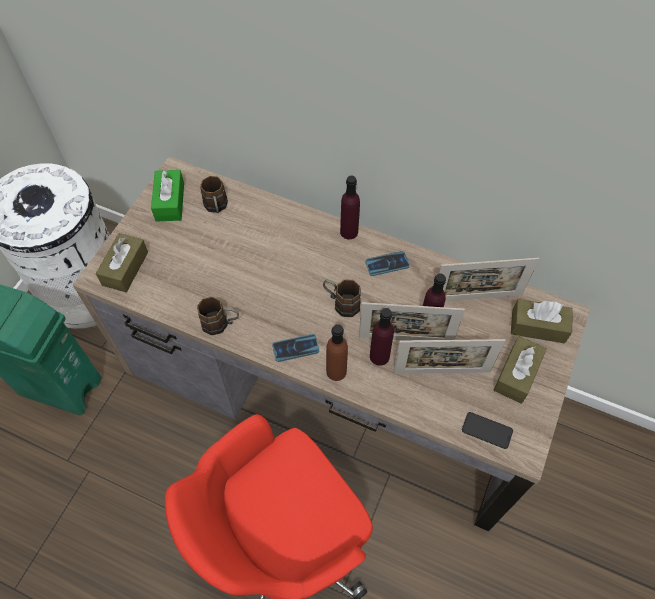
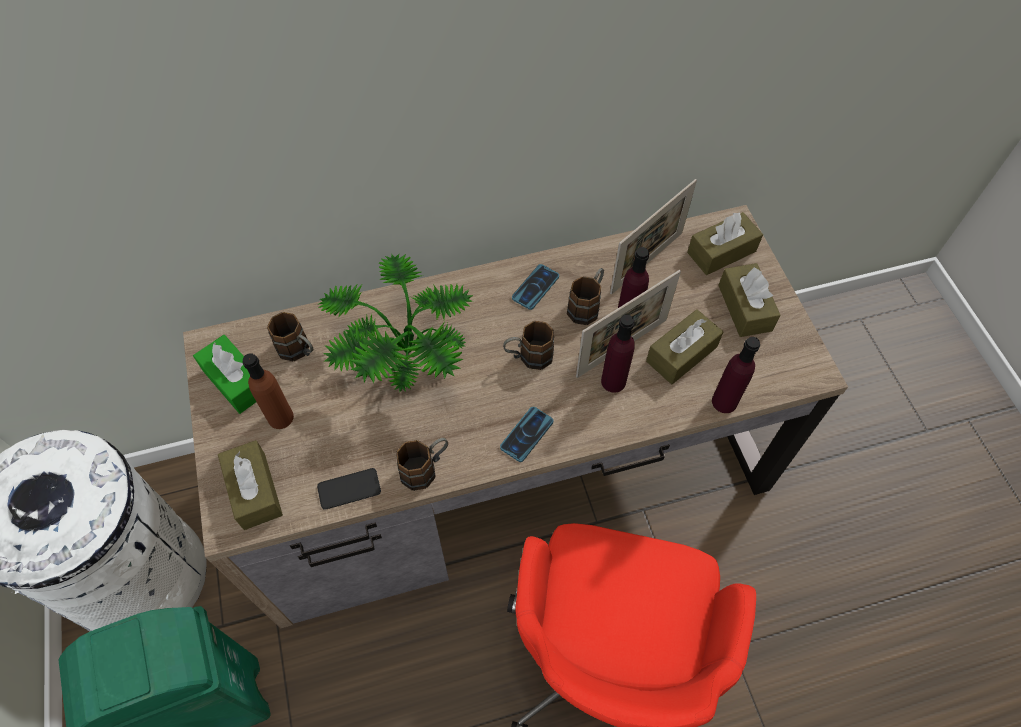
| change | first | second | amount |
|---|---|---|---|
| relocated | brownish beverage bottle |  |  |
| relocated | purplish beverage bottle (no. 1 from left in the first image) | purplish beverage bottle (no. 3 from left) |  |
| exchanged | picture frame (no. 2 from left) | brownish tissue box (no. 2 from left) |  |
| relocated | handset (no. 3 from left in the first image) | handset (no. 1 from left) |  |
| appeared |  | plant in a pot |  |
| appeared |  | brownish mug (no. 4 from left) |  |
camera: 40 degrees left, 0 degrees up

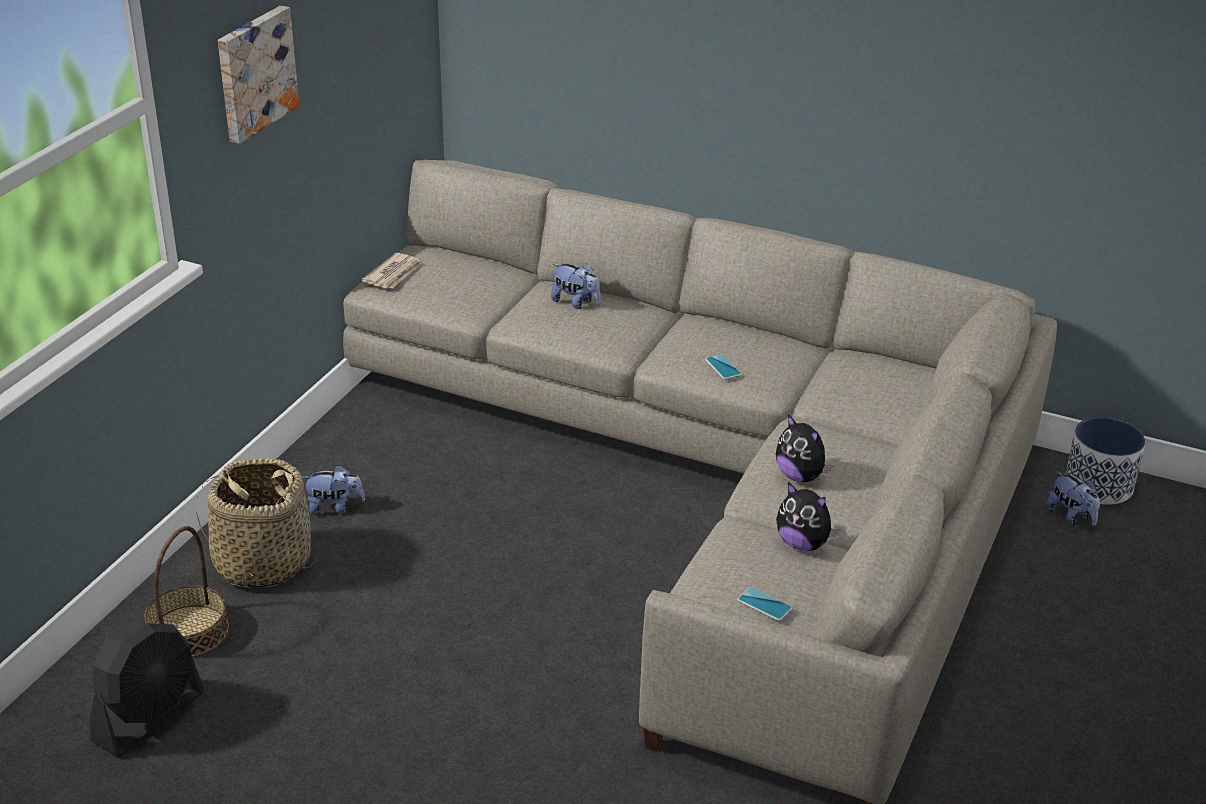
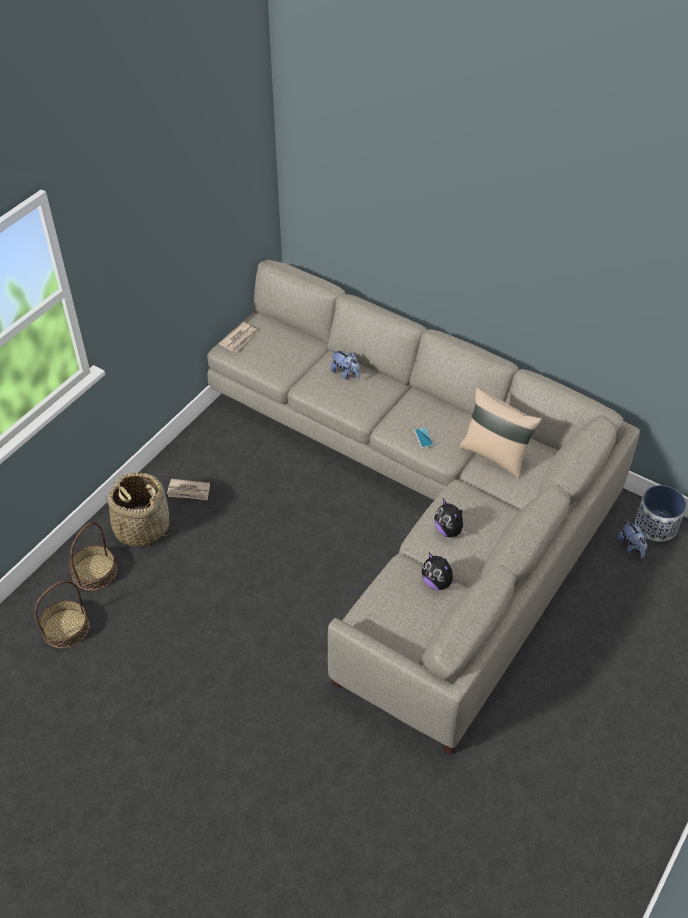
| change | first | second | amount |
|---|---|---|---|
| exchanged | black fan | basket (no. 1 from left) |  |
| missing | wall art |  |  |
| exchanged | cuddly toy (no. 1 from left) | newspaper (no. 1 from left) |  |
| missing | handset (no. 2 from left) |  |  |
| appeared |  | beige pillow |  |
camera: 10 degrees right, 15 degrees up

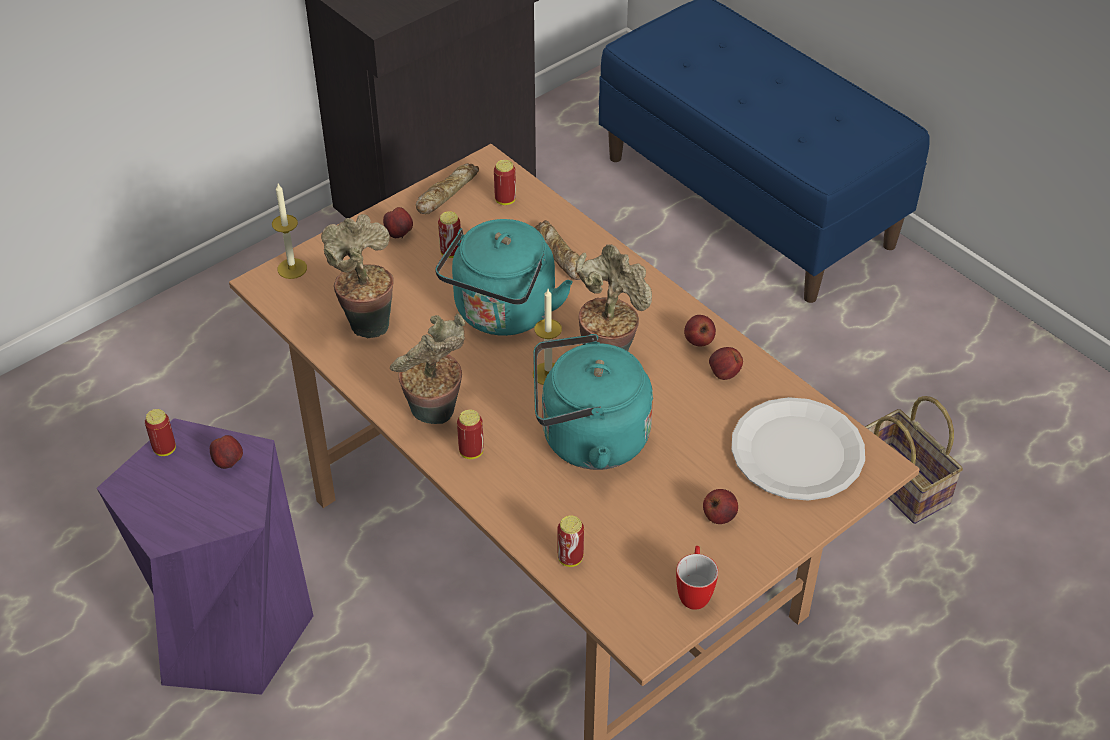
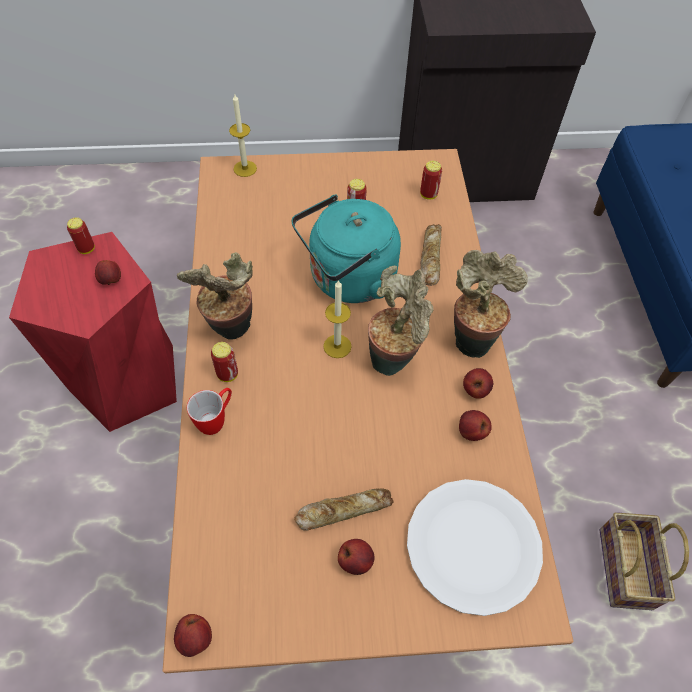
| change | first | second | amount |
|---|---|---|---|
| colour | purplish sitting stool | red sitting stool |  |
| relocated | plant in a pot (no. 1 from left in the first image) | plant in a pot (no. 3 from left) |  |
| relocated | whole apple (no. 2 from left) |  |  |
| relocated | bread (no. 1 from left) |  |  |
| missing | turquoise kettle (no. 2 from left) |  |  |
| missing | sealed can (no. 5 from left) |  |  |
| relocated | mug |  |  |
camera: 35 degrees right, 10 degrees up

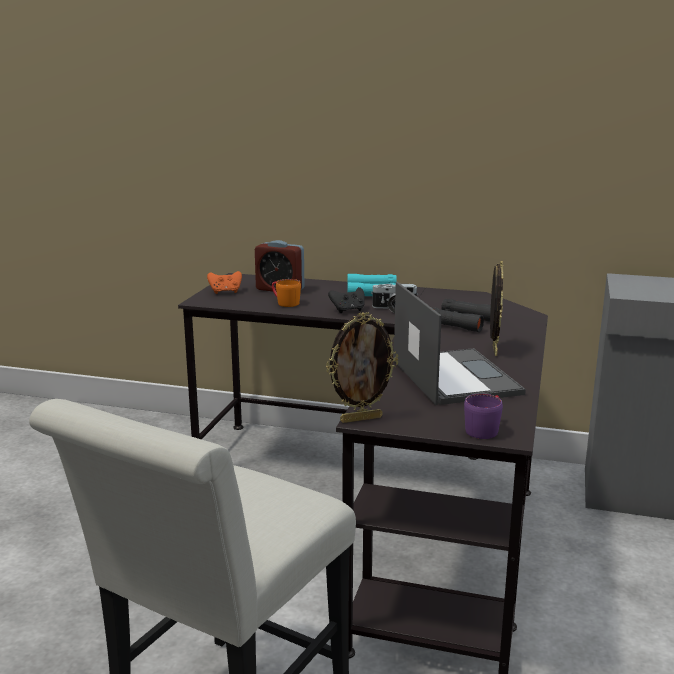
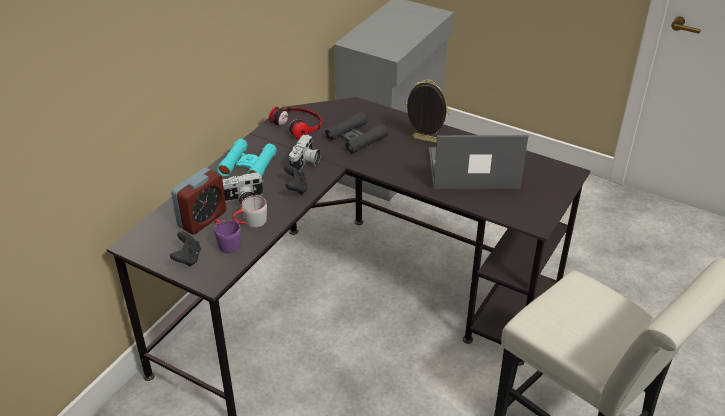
| change | first | second | amount |
|---|---|---|---|
| colour | orange-coloured joypad | black joypad (no. 1 from left) |  |
| colour | orange-coloured mug | grey mug |  |
| missing | picture frame (no. 1 from left) |  |  |
| relocated | purplish mug |  |  |
| appeared |  | photo camera (no. 1 from left) |  |
| appeared |  | headphones |  |
camera: 75 degrees left, 20 degrees up

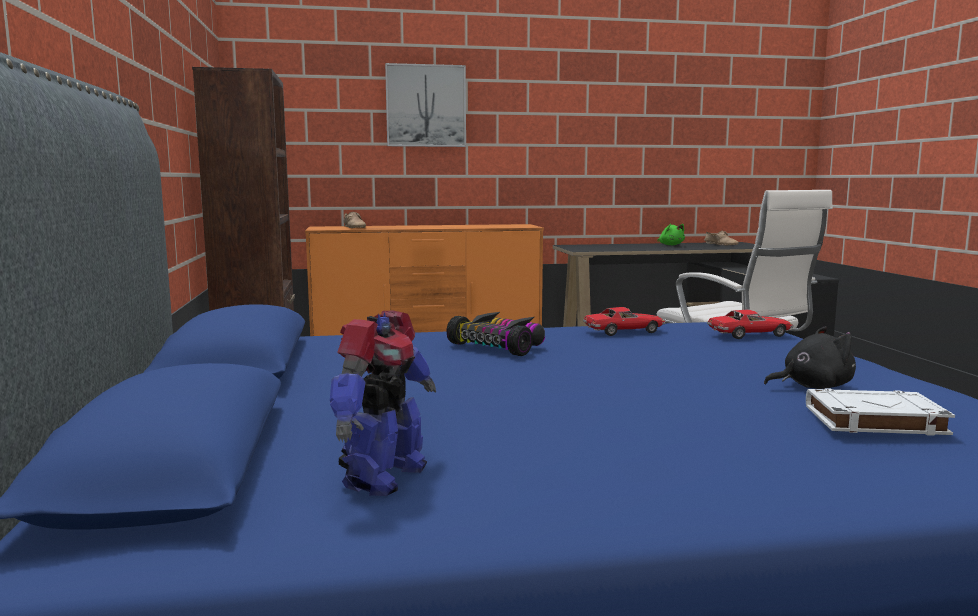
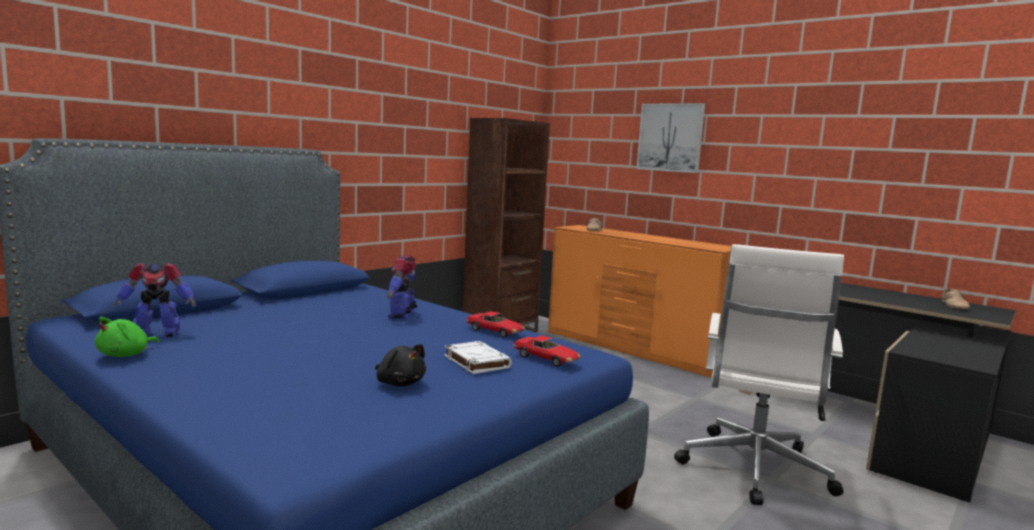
| change | first | second | amount |
|---|---|---|---|
| exchanged | miniature car (no. 1 from left) | robot figure (no. 2 from left) |  |
| relocated | greenish cuddly toy |  |  |
| relocated | white book |  |  |
camera: 50 degrees right, 0 degrees up

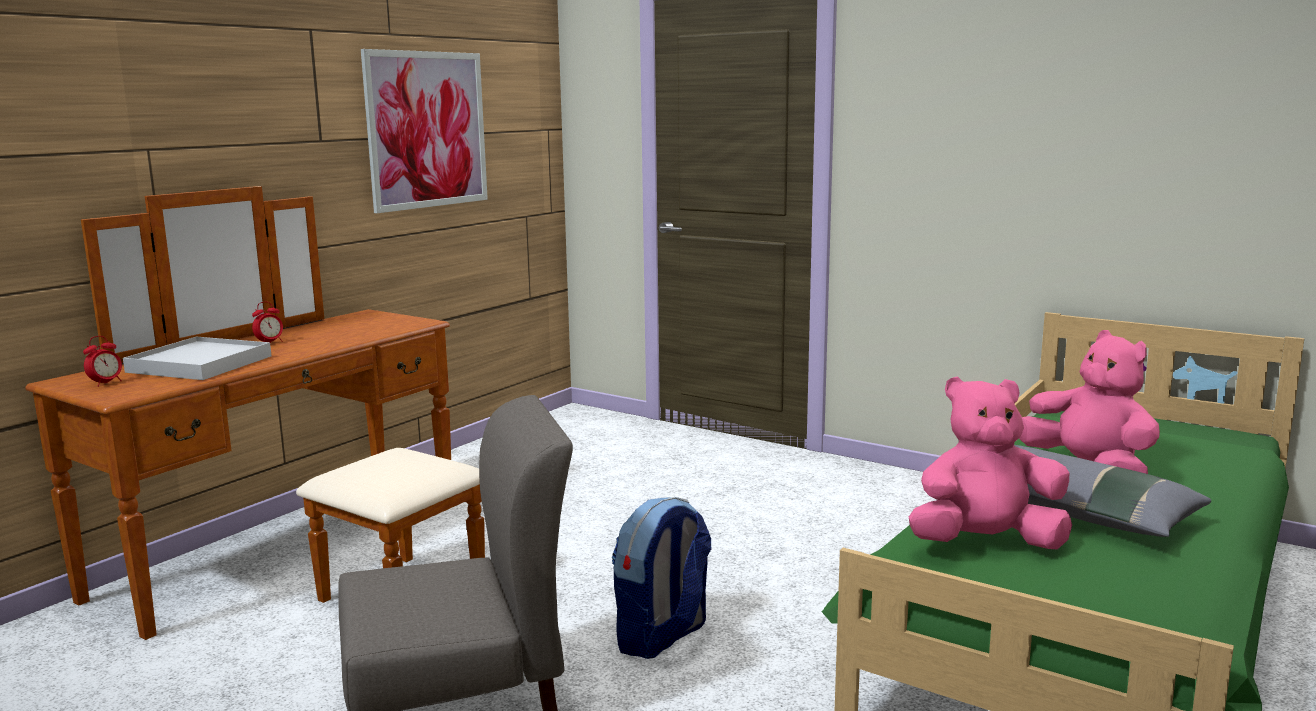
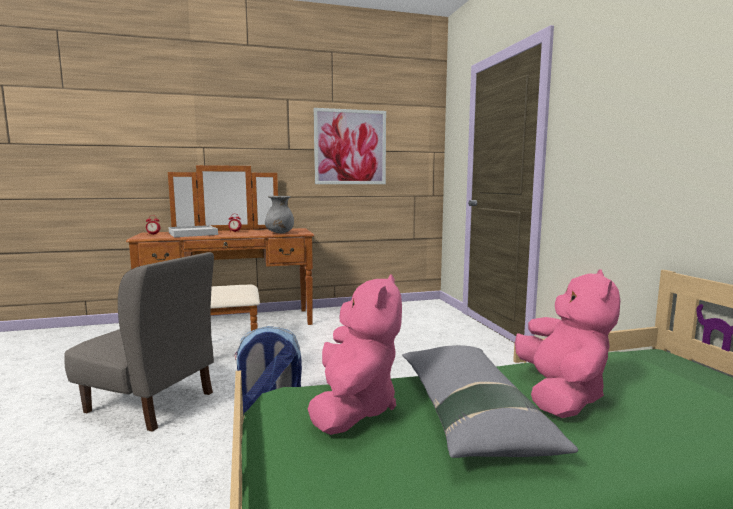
| change | first | second | amount |
|---|---|---|---|
| spun | pink-coloured cuddly toy (no. 1 from left) |  | 60 degrees clockwise |
| appeared |  | grey flower vase |  |
camera: 40 degrees right, 5 degrees down

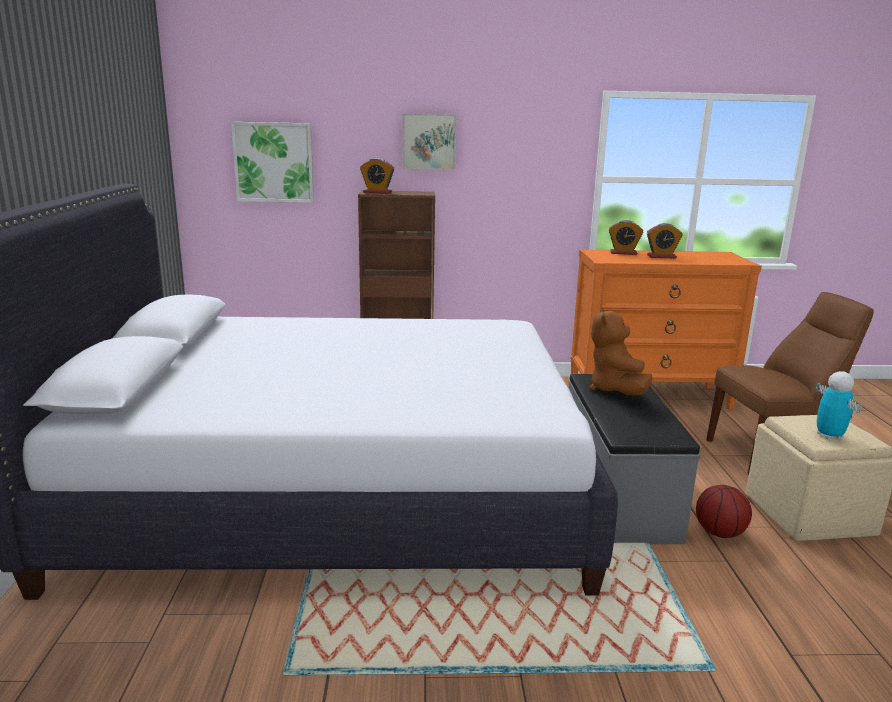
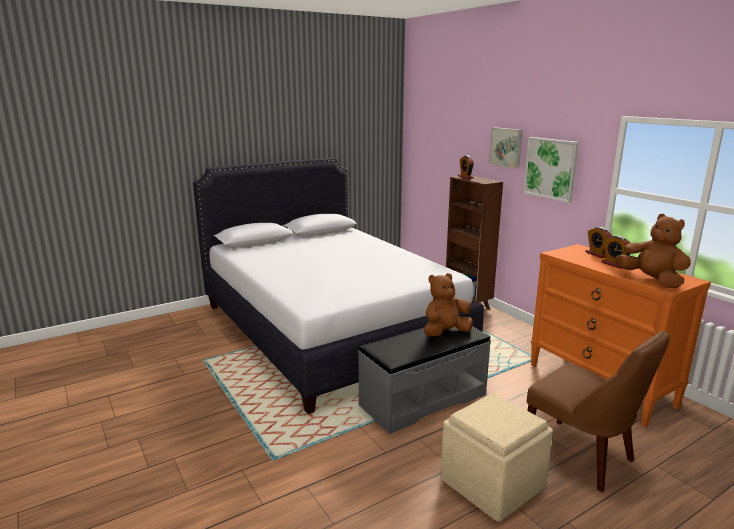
| change | first | second | amount |
|---|---|---|---|
| relocated | wall art (no. 1 from left in the first image) | wall art (no. 2 from left) |  |
| missing | basketball |  |  |
| missing | robot figure |  |  |
| appeared |  | brownish cuddly toy (no. 2 from left) |  |
camera: 60 degrees right, 0 degrees up

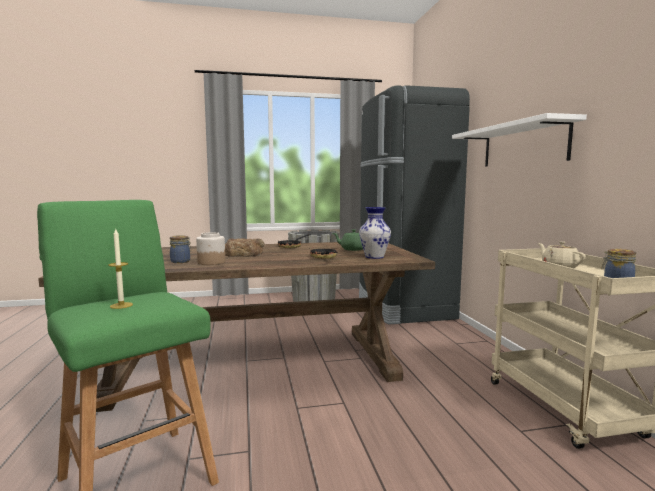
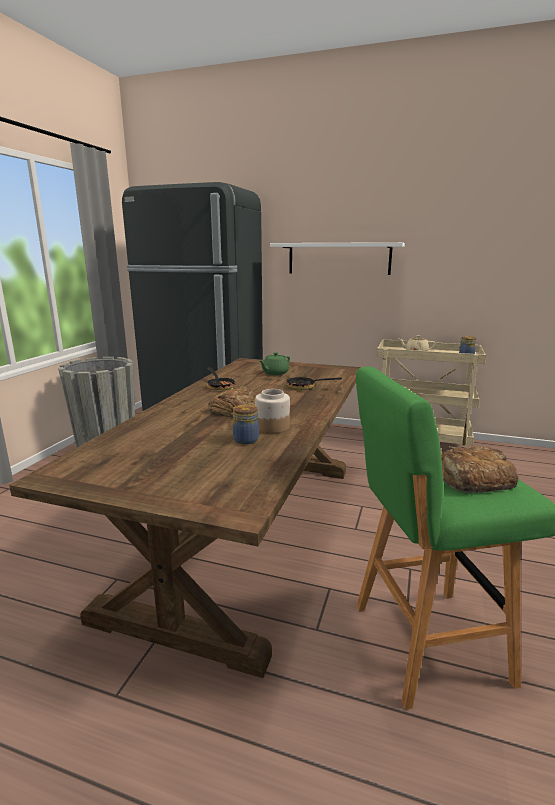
| change | first | second | amount |
|---|---|---|---|
| exchanged | wax candle | bread (no. 2 from left) |  |
| missing | flower vase |  |  |
camera: 60 degrees left, 10 degrees up

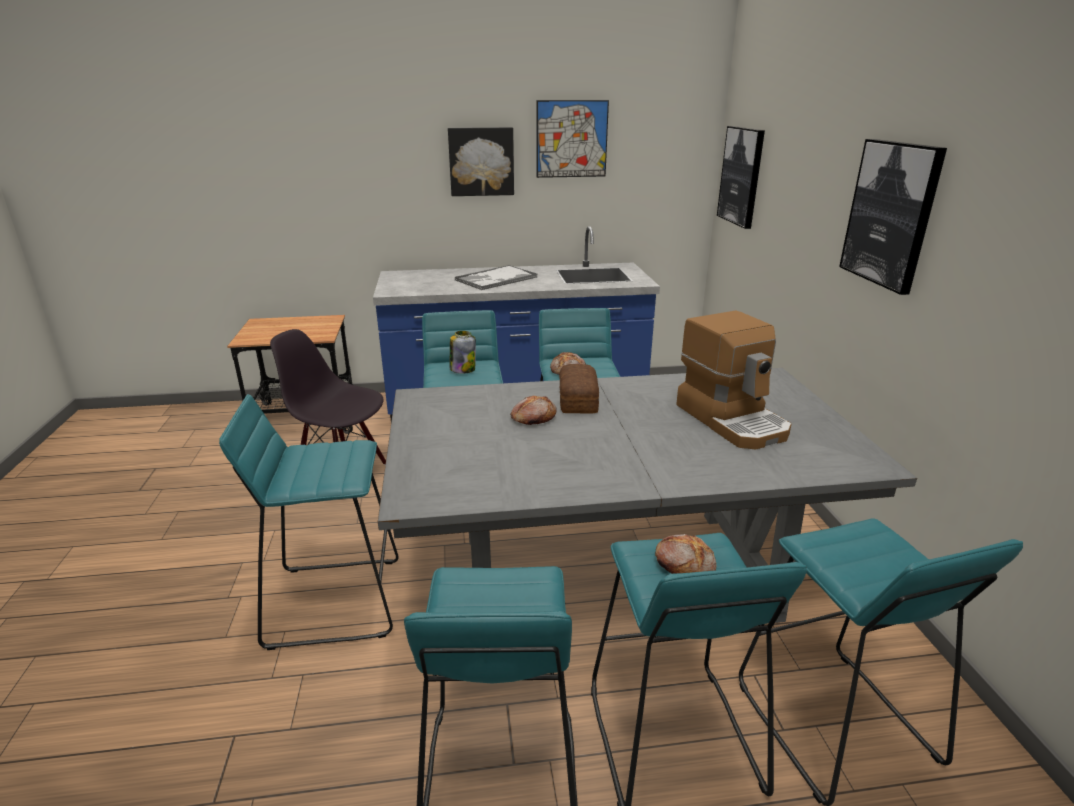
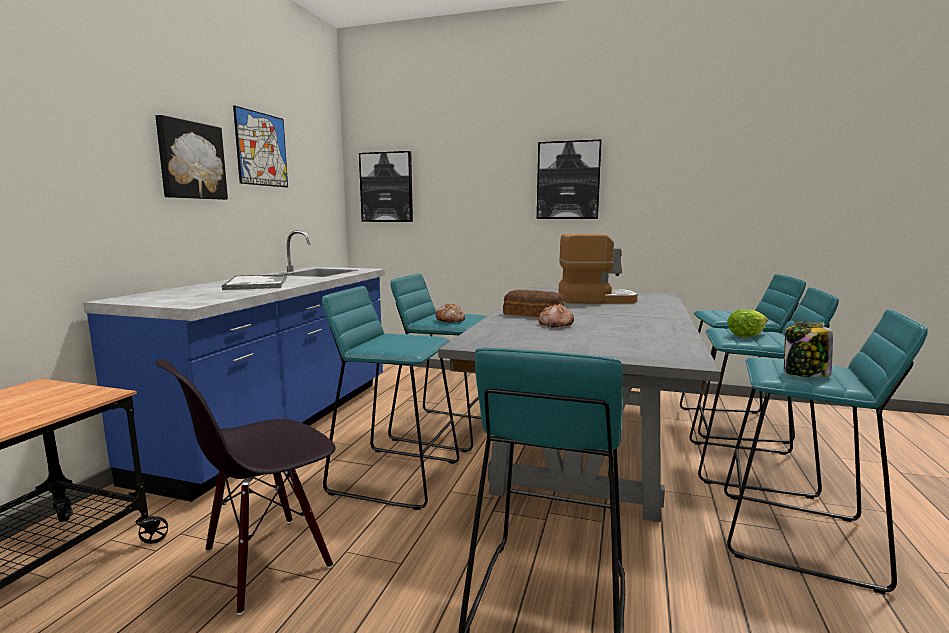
| change | first | second | amount |
|---|---|---|---|
| relocated | preserve jar |  |  |
| exchanged | bread (no. 4 from left) | lettuce head |  |
camera: 65 degrees left, 15 degrees down

